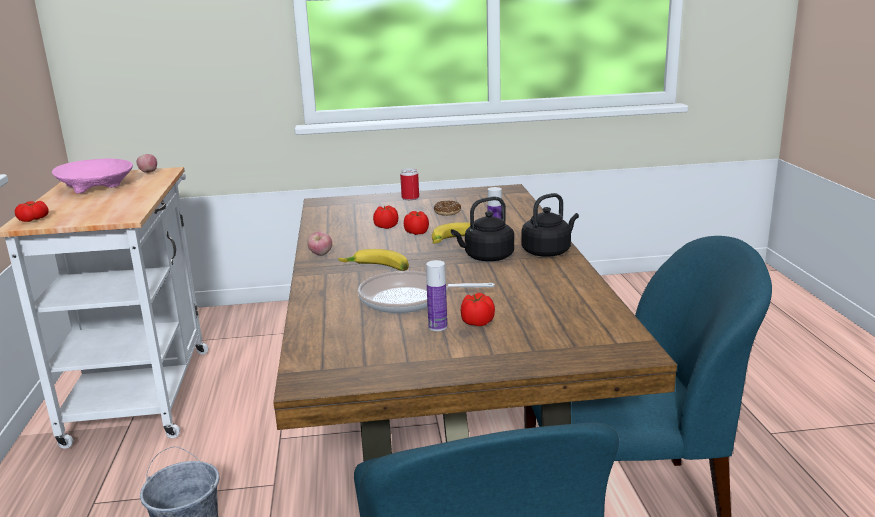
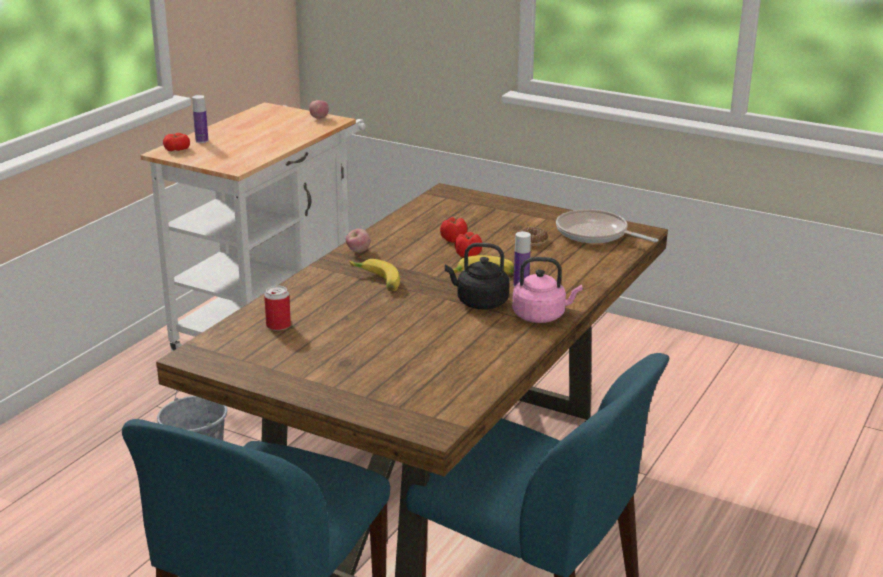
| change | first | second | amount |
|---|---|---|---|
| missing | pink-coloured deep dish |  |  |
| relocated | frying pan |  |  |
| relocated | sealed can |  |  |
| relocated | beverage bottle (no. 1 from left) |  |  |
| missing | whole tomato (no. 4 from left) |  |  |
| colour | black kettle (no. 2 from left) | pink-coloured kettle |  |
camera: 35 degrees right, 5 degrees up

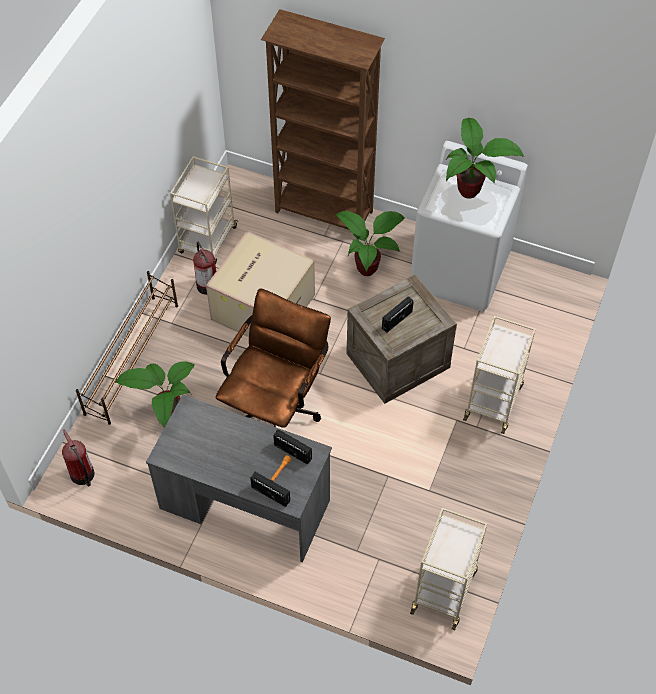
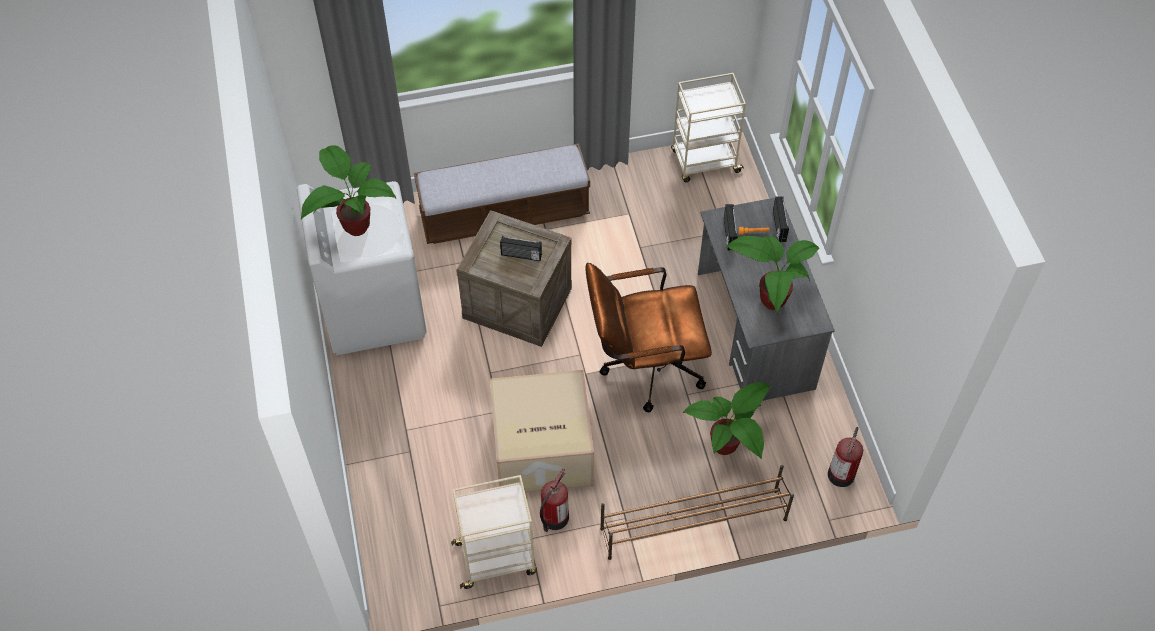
| change | first | second | amount |
|---|---|---|---|
| missing | brownish bookcase |  |  |
| relocated | plant in a pot (no. 2 from left in the first image) | plant in a pot (no. 3 from left) |  |
| exchanged | beige cart (no. 3 from left) | long seat |  |
camera: 125 degrees left, 0 degrees up

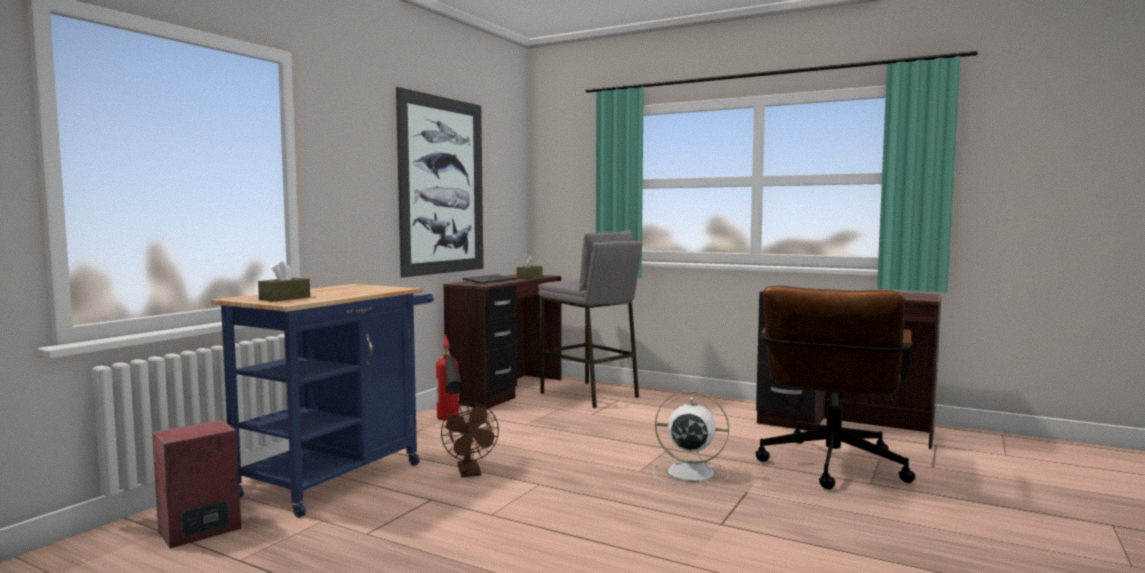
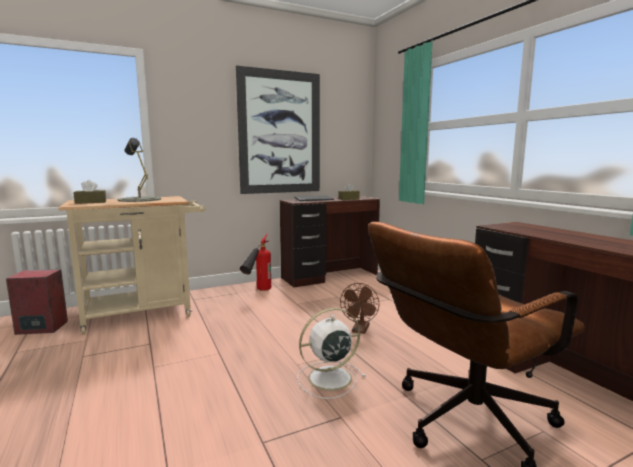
| change | first | second | amount |
|---|---|---|---|
| colour | blue-coloured cart | beige cart |  |
| relocated | brownish fan |  |  |
| missing | grey sitting stool |  |  |
| spun | white fan |  | 75 degrees counterclockwise |
| appeared |  | grey lamp for a table |  |
camera: 35 degrees right, 5 degrees up

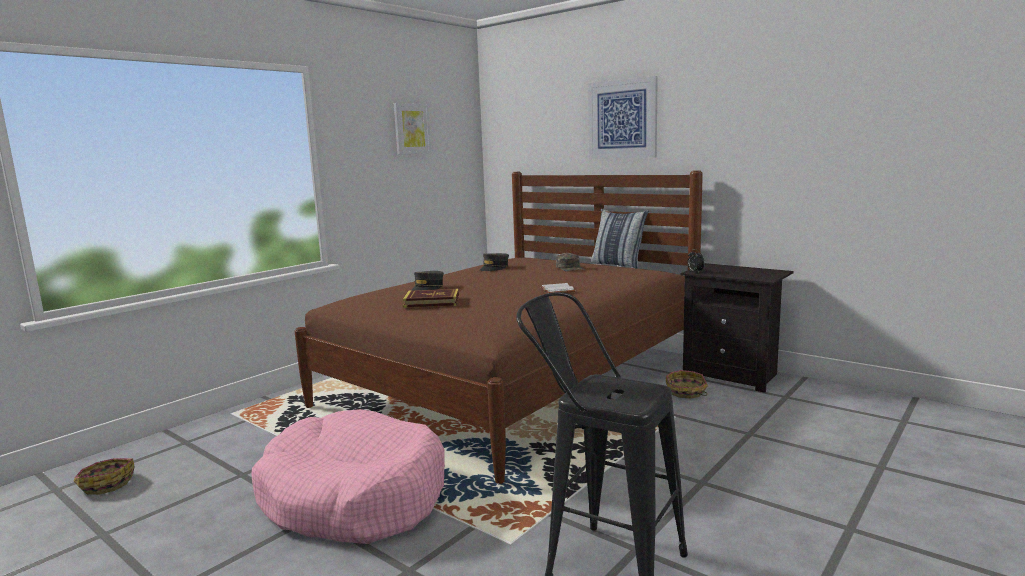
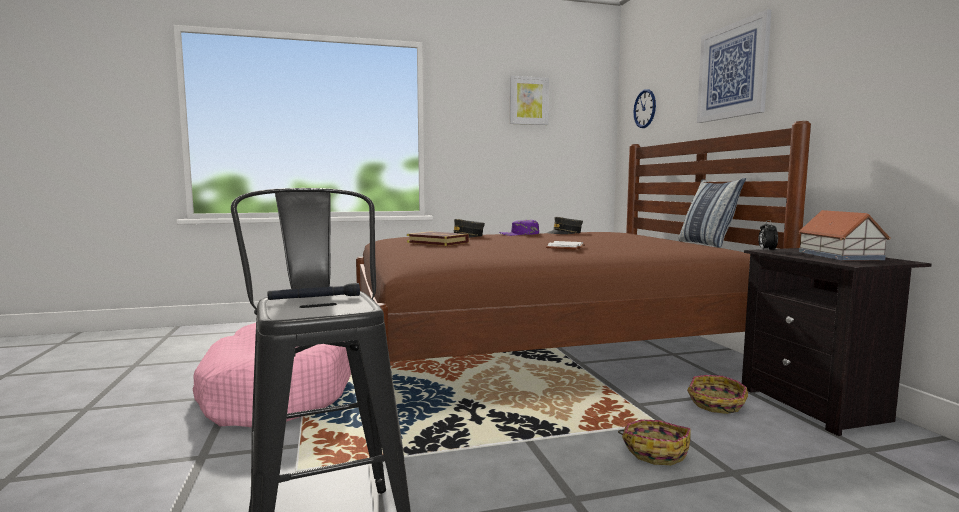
| change | first | second | amount |
|---|---|---|---|
| relocated | basket (no. 1 from left) |  |  |
| missing | greenish cap |  |  |
| appeared |  | black flashlight |  |
| appeared |  | purplish cap |  |
| appeared |  | clock on the wall |  |
| appeared |  | model house |  |
camera: 35 degrees right, 5 degrees down

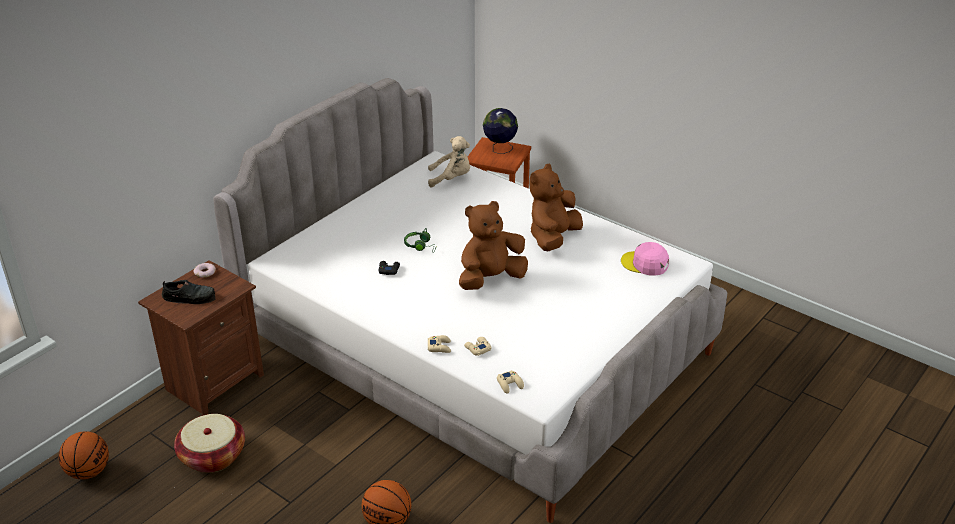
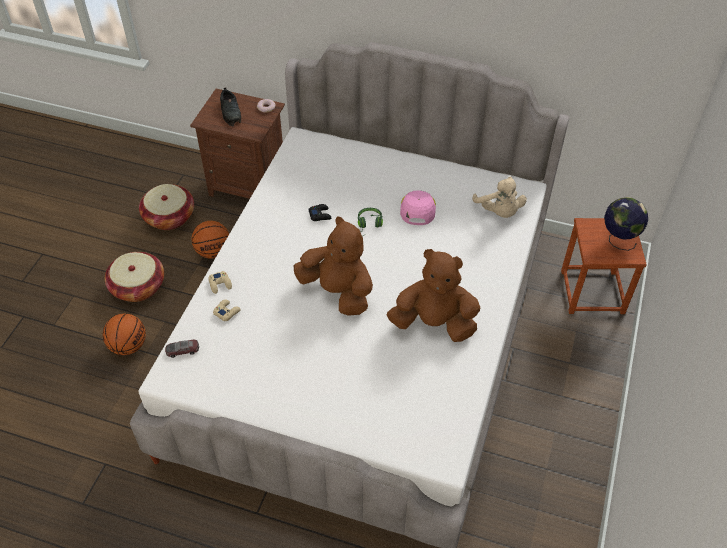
| change | first | second | amount |
|---|---|---|---|
| relocated | basketball (no. 1 from left in the first image) | basketball (no. 2 from left) |  |
| exchanged | beige joypad (no. 3 from left) | miniature car |  |
| relocated | pink-coloured cap |  |  |
| appeared |  | basket (no. 1 from left) |  |
camera: 70 degrees right, 15 degrees up

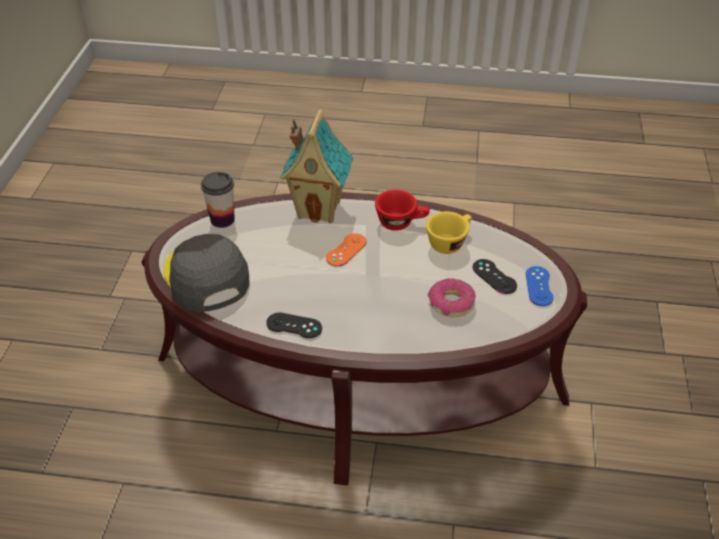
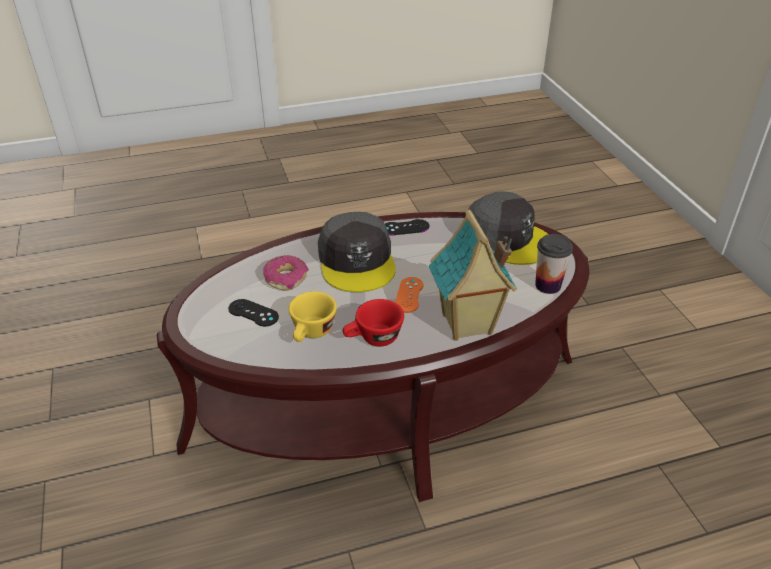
| change | first | second | amount |
|---|---|---|---|
| missing | blue-coloured joypad |  |  |
| appeared |  | grey cap (no. 1 from left) |  |
camera: 155 degrees right, 5 degrees down

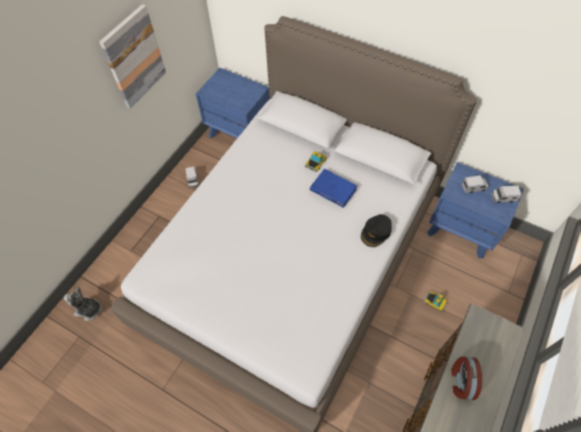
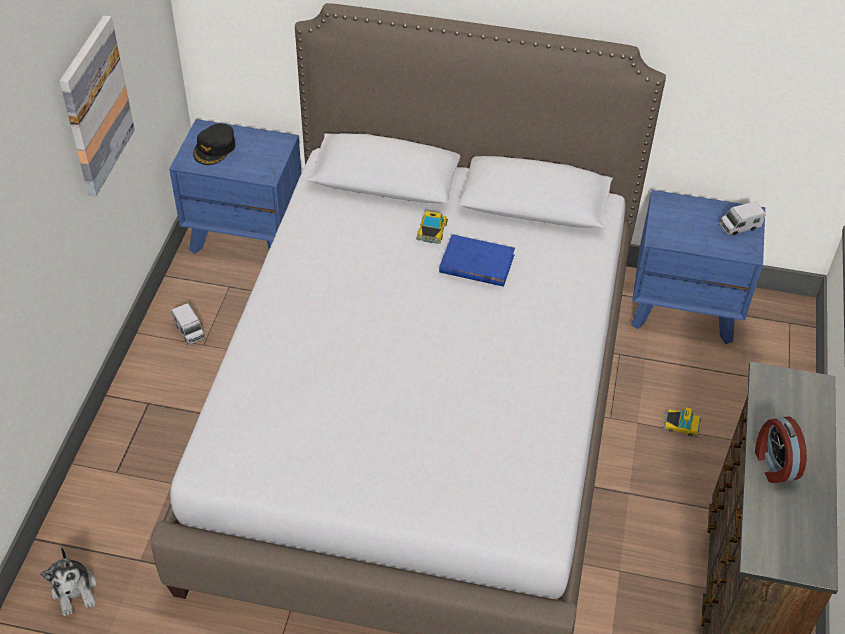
| change | first | second | amount |
|---|---|---|---|
| spun | cuddly toy |  | 105 degrees counterclockwise |
| relocated | black cap |  |  |
| missing | toy truck (no. 2 from left) |  |  |
camera: 20 degrees left, 10 degrees down

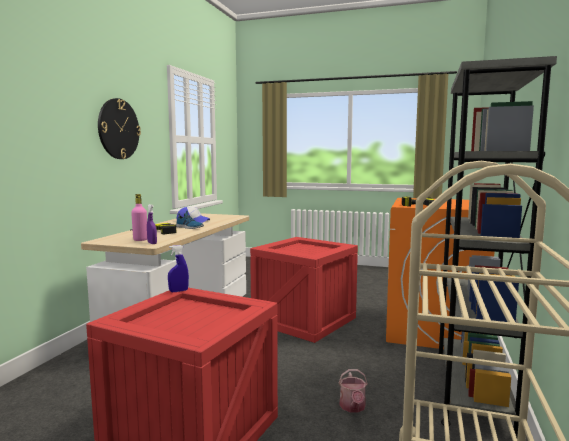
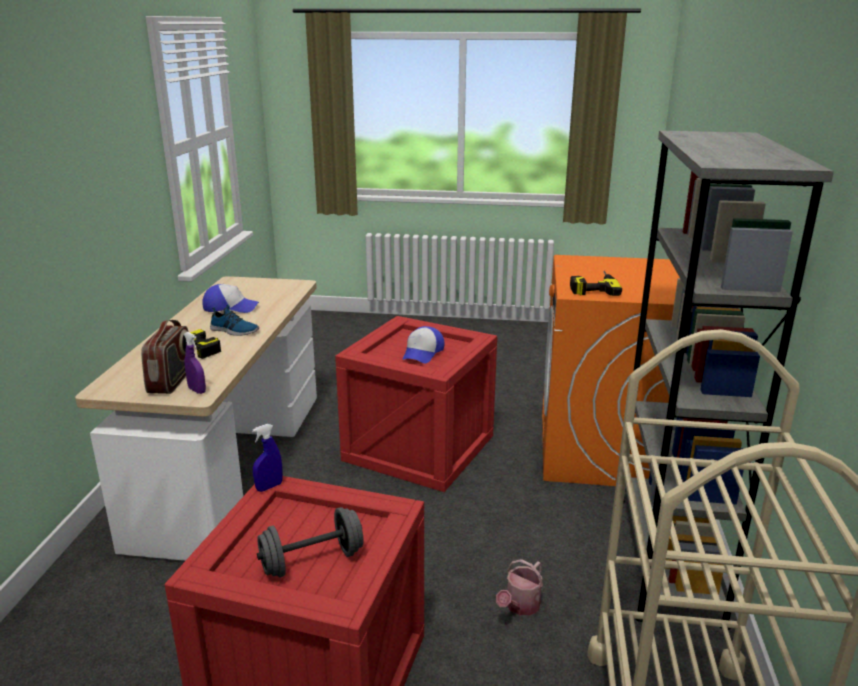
| change | first | second | amount |
|---|---|---|---|
| missing | clock on the wall |  |  |
| exchanged | pink-coloured beverage bottle | radio set |  |
| spun | watering pot |  | 45 degrees clockwise |
| appeared |  | grey hand weight |  |
| appeared |  | cap (no. 2 from left) |  |
camera: 10 degrees left, 15 degrees up

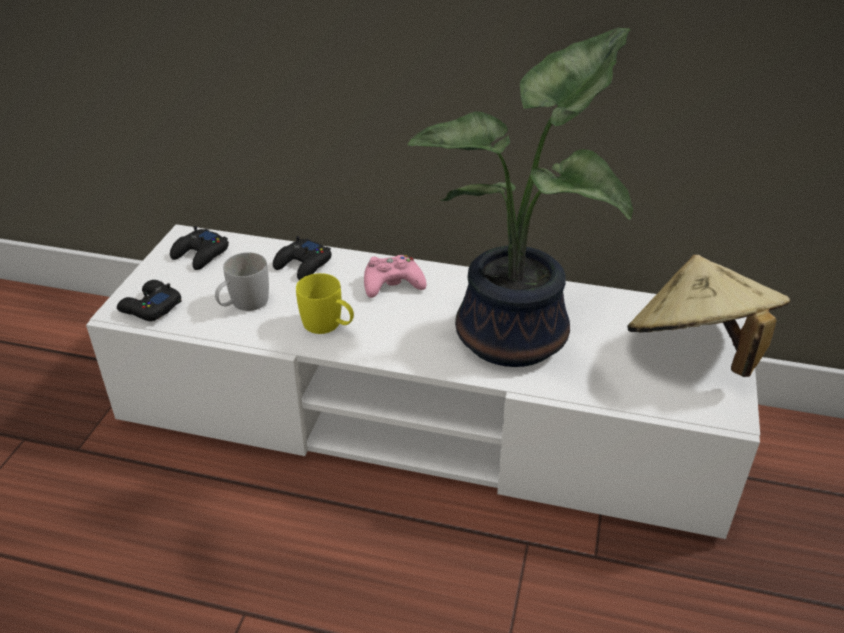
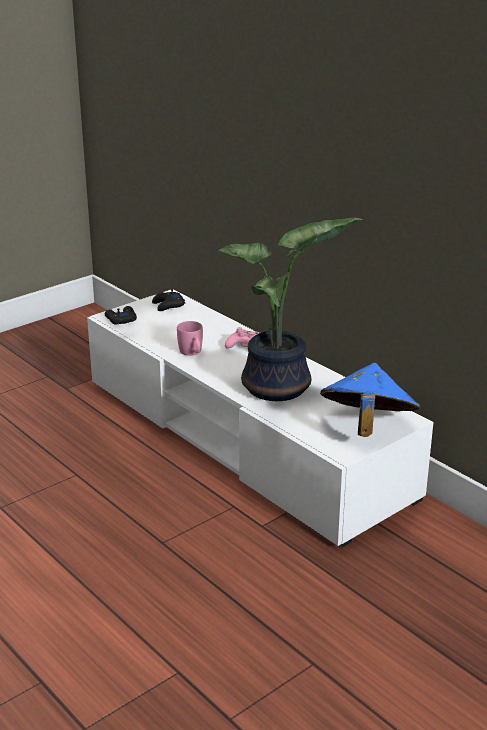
| change | first | second | amount |
|---|---|---|---|
| missing | white mug |  |  |
| missing | black joypad (no. 3 from left) |  |  |
| colour | yellow-coloured mug | pink-coloured mug |  |
| colour | beige hat | blue-coloured hat |  |
camera: 35 degrees right, 10 degrees down

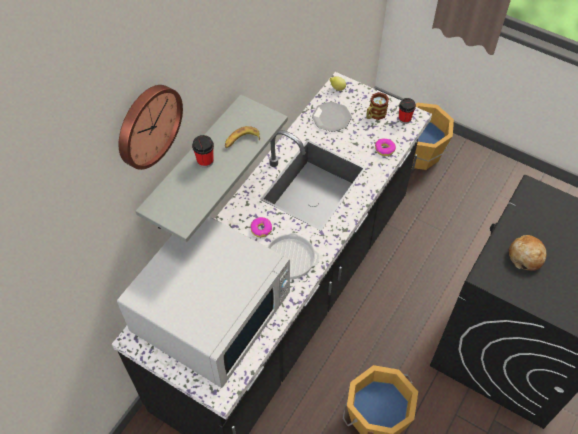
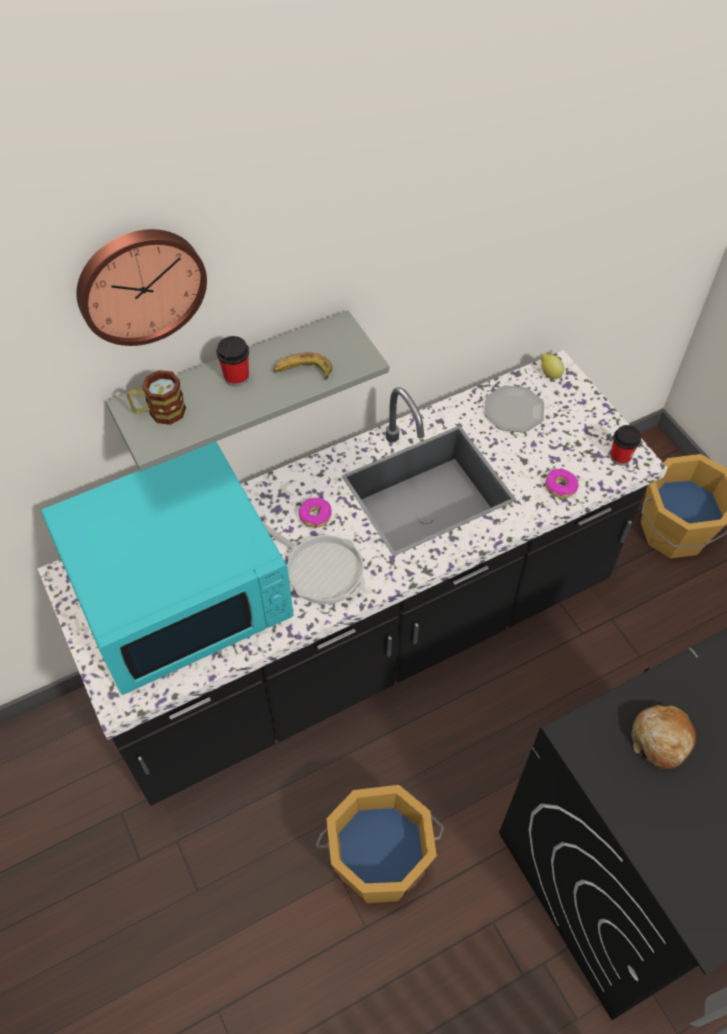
| change | first | second | amount |
|---|---|---|---|
| colour | white microwave | turquoise microwave |  |
| relocated | mug |  |  |
camera: 30 degrees right, 0 degrees up

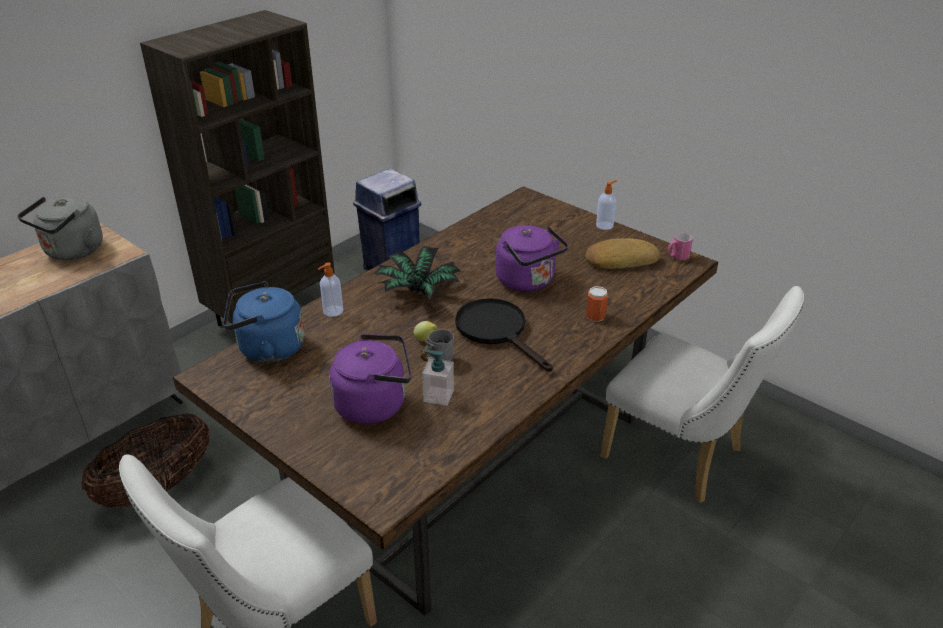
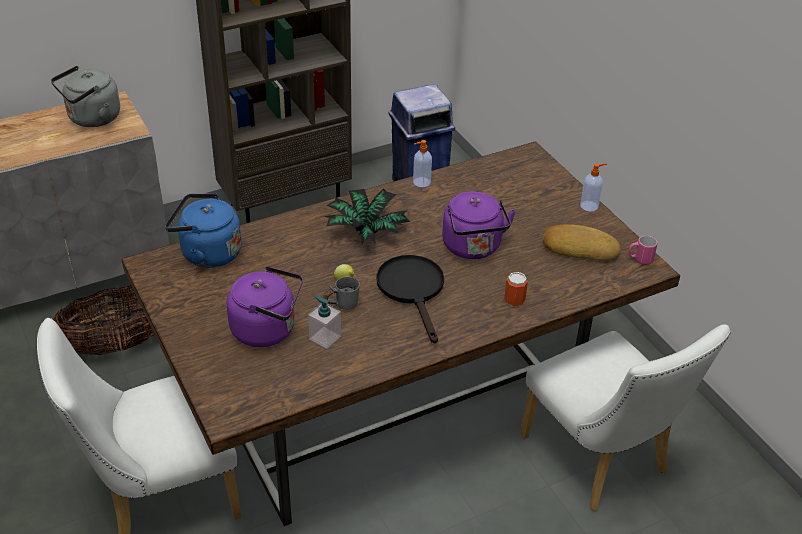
| change | first | second | amount |
|---|---|---|---|
| relocated | soap bottle (no. 1 from left in the first image) | soap bottle (no. 2 from left) |  |
camera: 20 degrees right, 5 degrees up

